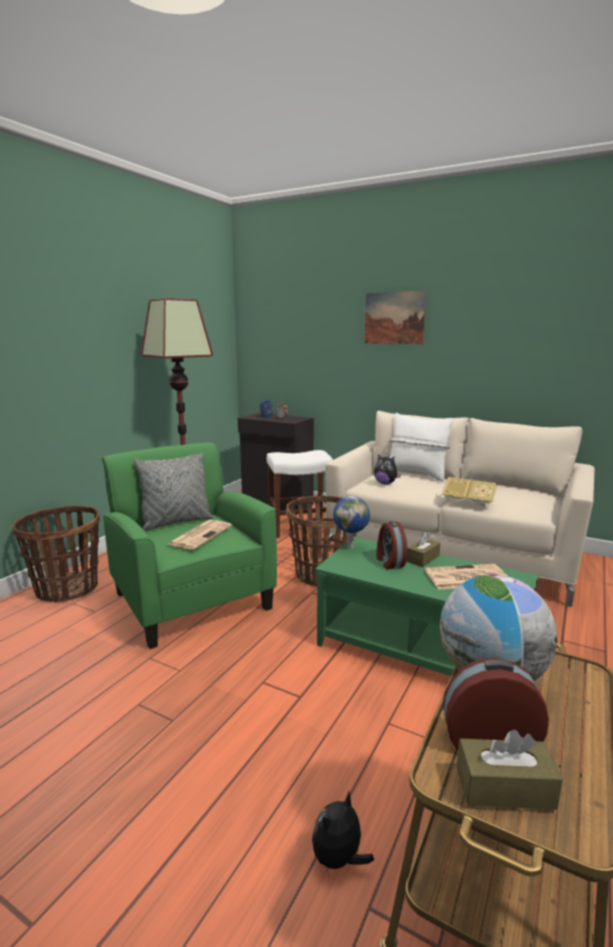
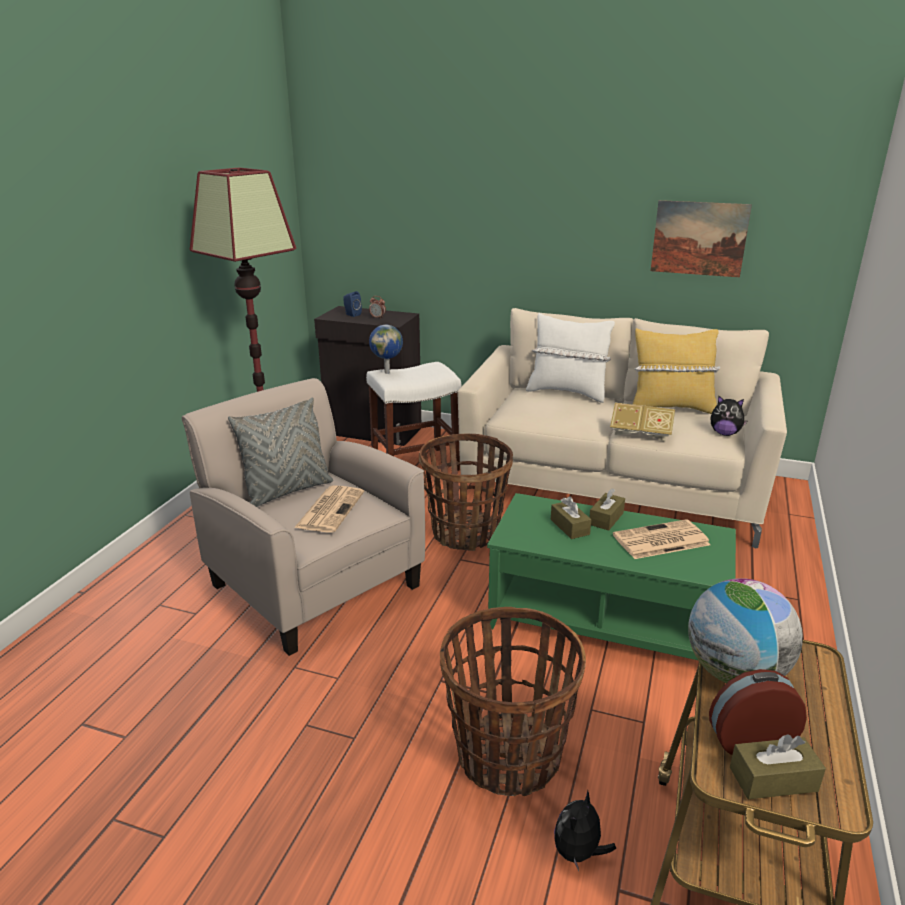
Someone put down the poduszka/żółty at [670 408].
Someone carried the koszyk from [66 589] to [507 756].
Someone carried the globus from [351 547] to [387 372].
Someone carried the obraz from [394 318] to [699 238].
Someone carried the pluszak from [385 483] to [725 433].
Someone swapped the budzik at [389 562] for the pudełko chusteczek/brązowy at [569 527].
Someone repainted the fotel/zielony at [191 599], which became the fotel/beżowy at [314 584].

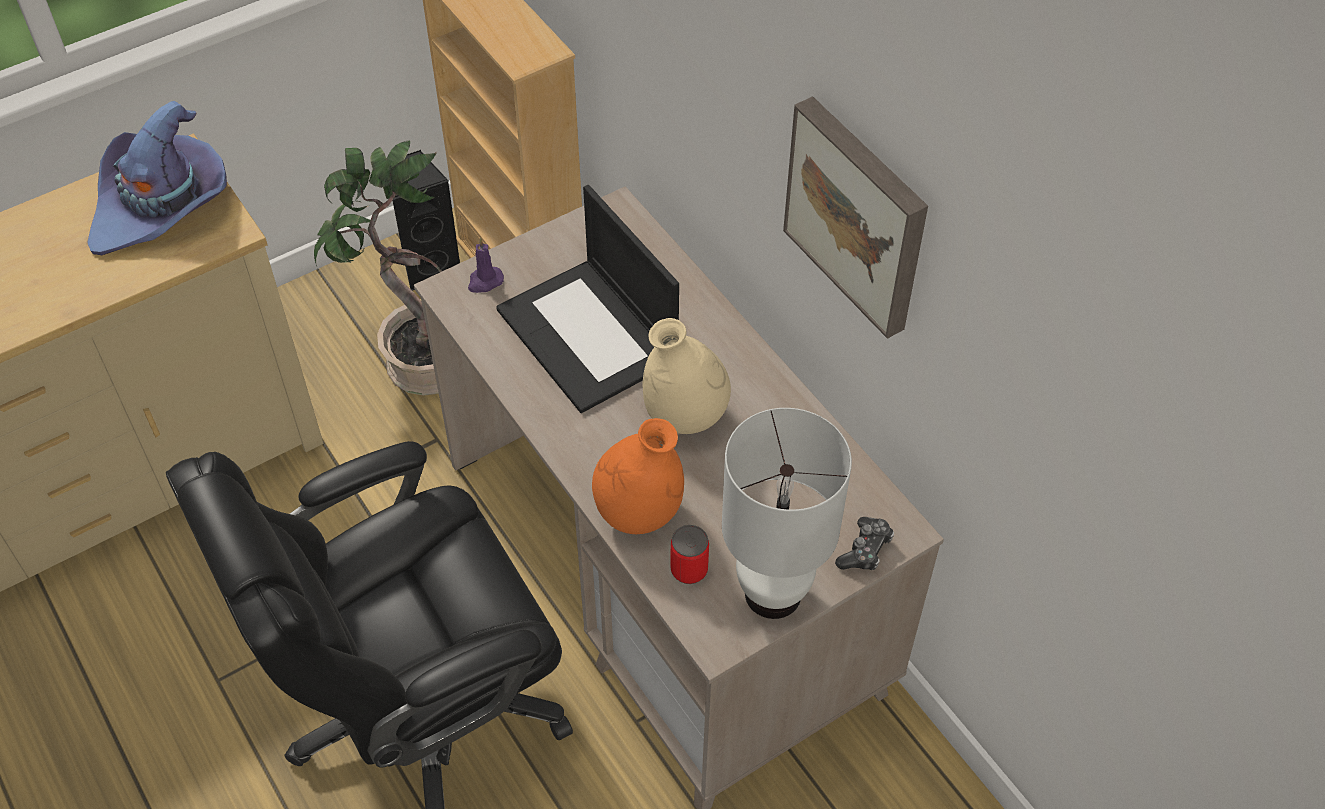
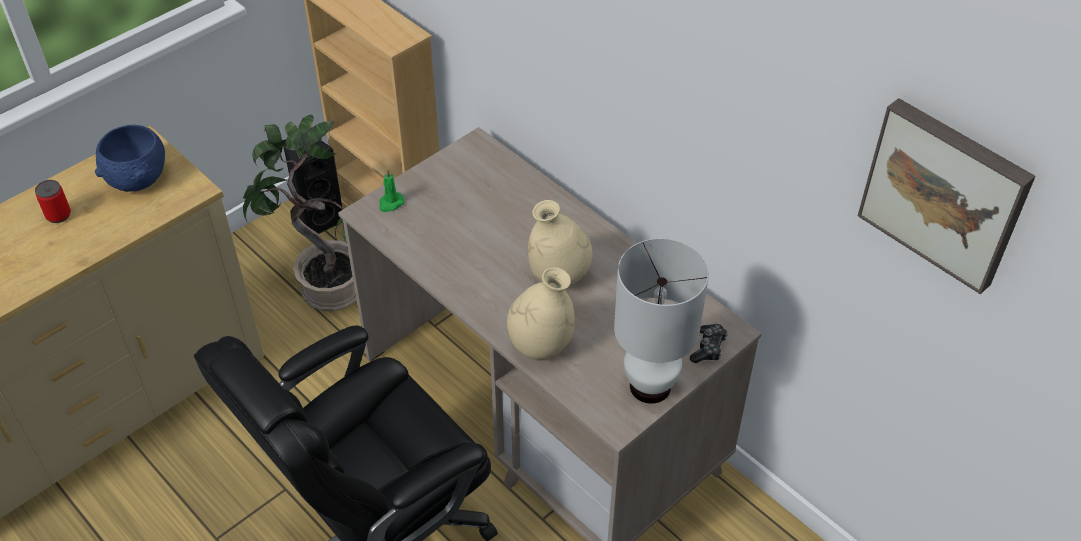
Someone took away the laptop at [589 335].
Someone carried the puszka from [689 570] to [58 215].
Someone carried the obraz from [859 214] to [945 192].
Someone swapped the kapelusz/fioletowy at [162 205] for the miska/niebieski at [138 178].
Someone repainted the świeca/fioletowy at [484 281], which became the świeca/zielony at [390 203].
Someone repainted the wazon/pomarańczowy at [639 513], which became the wazon/beżowy at [541 345].

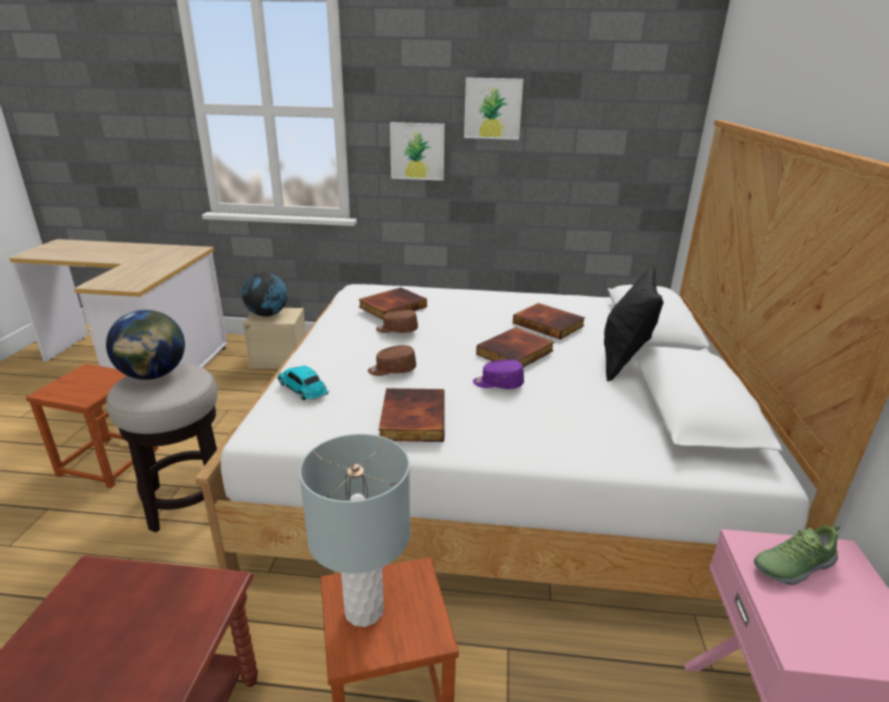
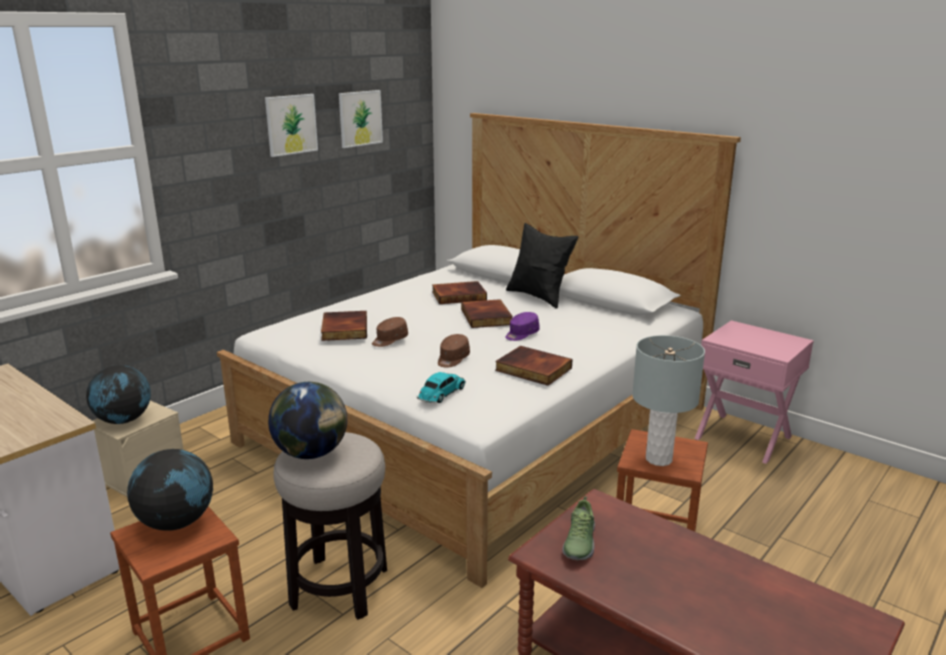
Someone put down the globus at [176 522].
Someone carried the obraz from [417 151] to [360 118].
Someone carried the but from [792 565] to [579 542].
Someone rotated the samochodzik at [303 389] by 135 degrees clockwise.

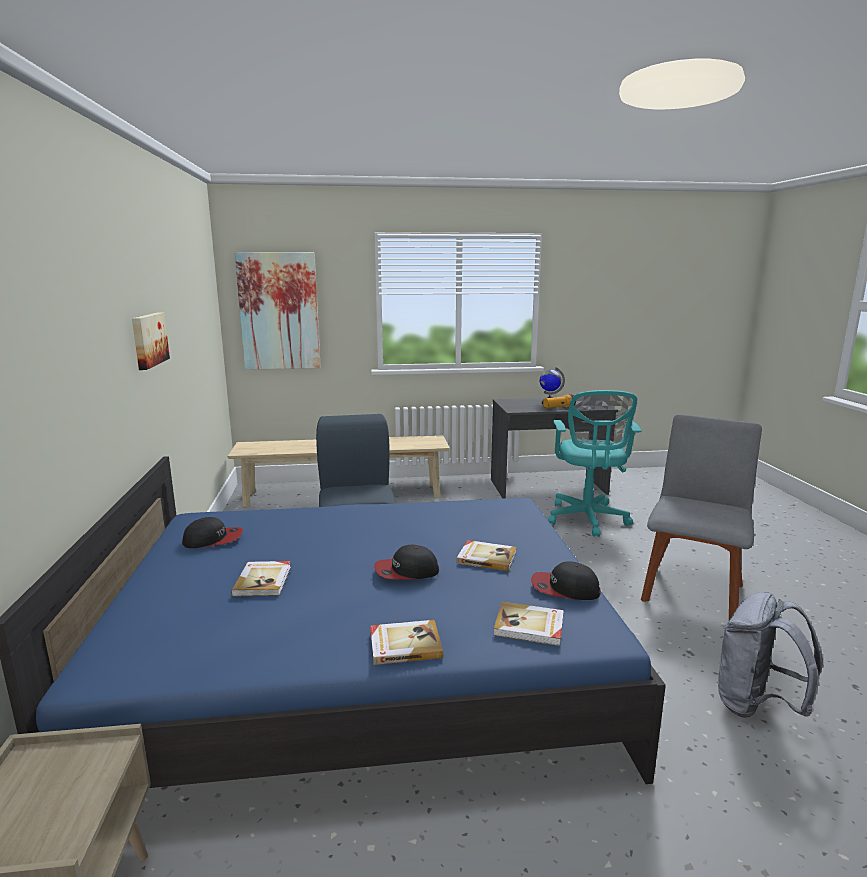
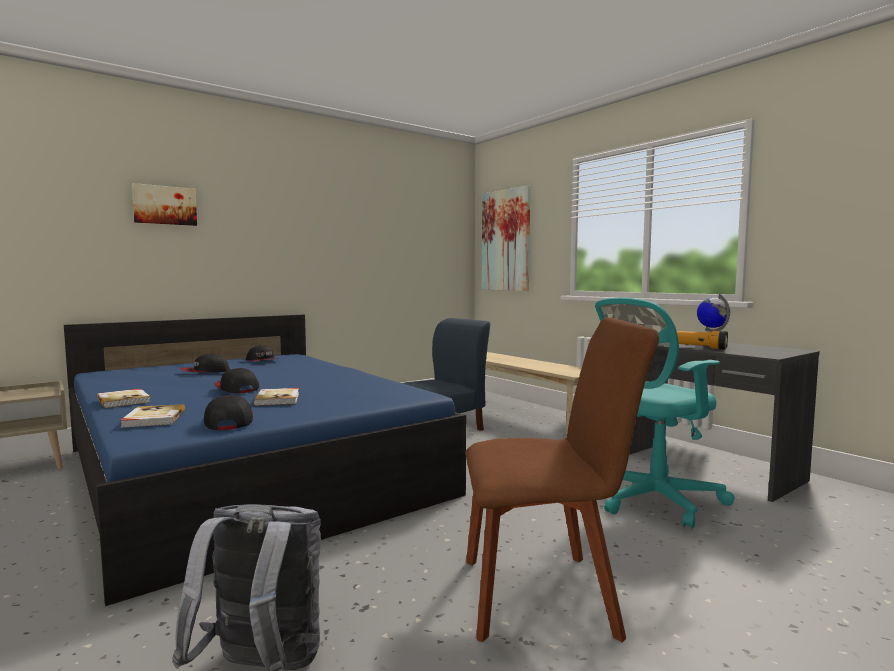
Someone carried the obraz from [148 340] to [165 205].
Someone swapped the książka at [263 580] for the czapka z daszkiem at [205 372].
Someone repainted the krzesło/szary at [692 590], which became the krzesło/brązowy at [546 595].

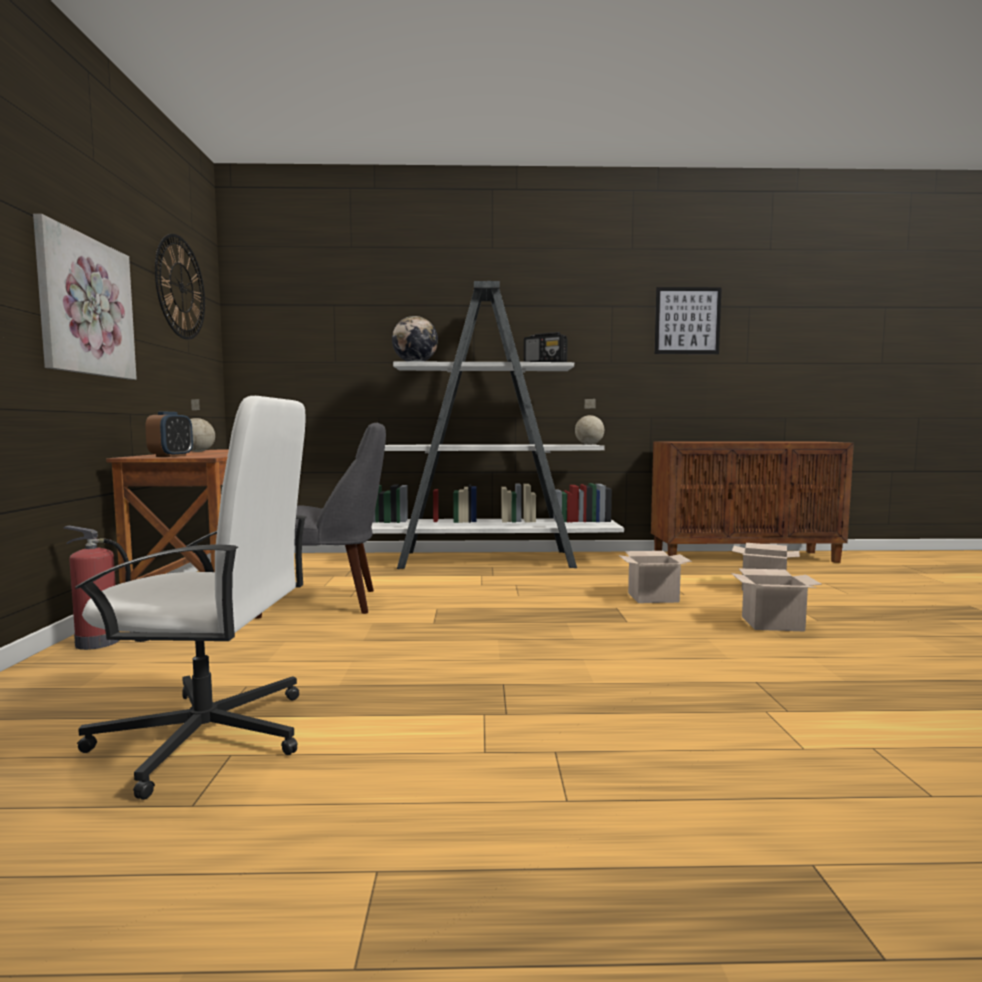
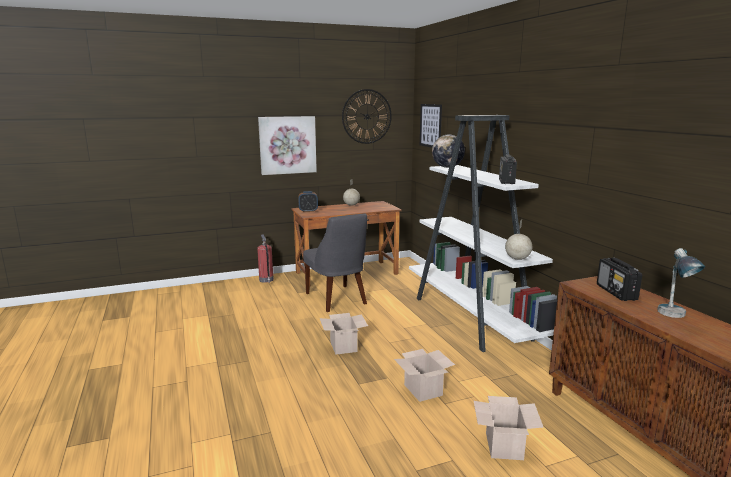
Someone took away the krzesło biurowe/biały at [208 736].
Someone put down the radio at [616 292].
Someone put down the lampa stołowa at [674 317].
Someone carried the obraz from [687 321] to [430 125].
Someone carried the karton from [773 623] to [344 347].

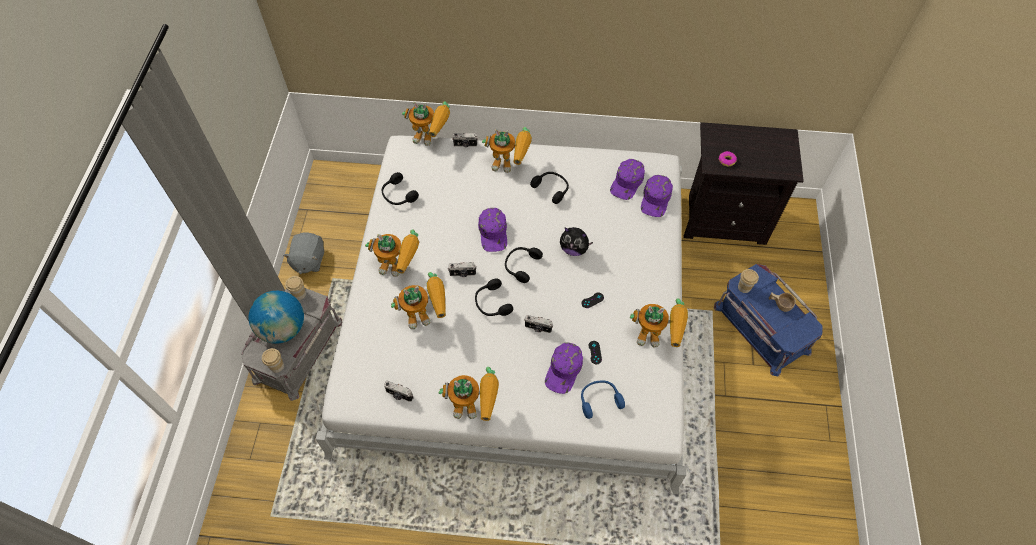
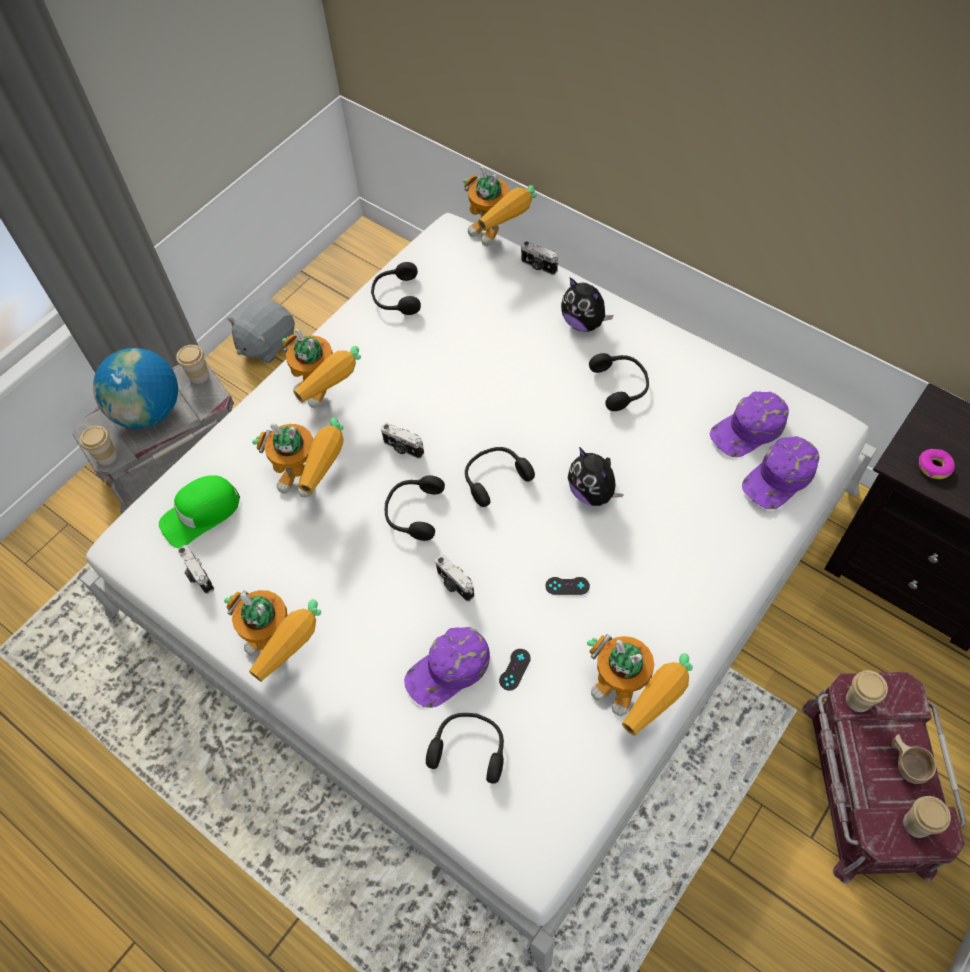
Someone took away the czapka z daszkiem/fioletowy at [493 233].
Someone put down the czapka z daszkiem/zielony at [201 514].
Someone put down the filiżanka at [916 824].
Someone swapped the robot zabawkowy at [510 165] for the pluszak at [584 323].
Someone repainted the słuchawki/niebieski at [599 400], which became the słuchawki/czarny at [469 748].
Someone repainted the pojemnik do przechowywania/niebieski at [760 329], which became the pojemnik do przechowywania/czerwony at [864 785].

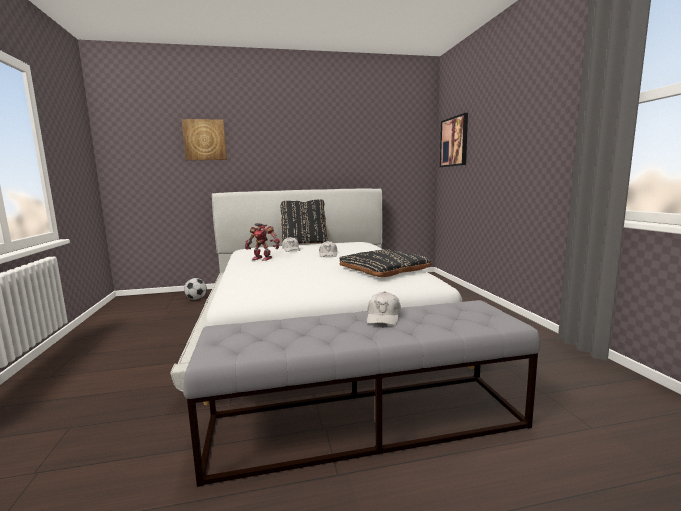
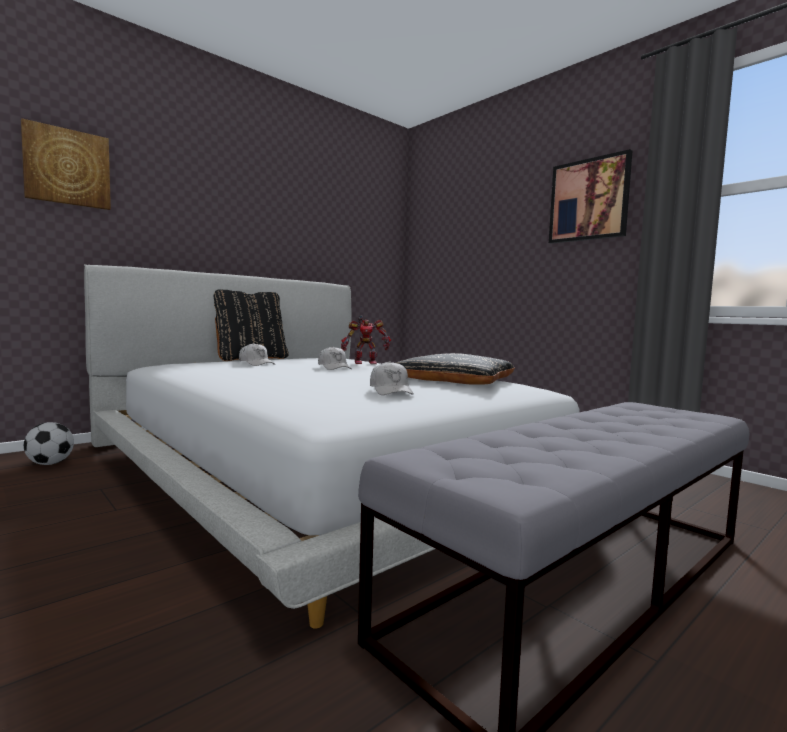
Someone carried the robot zabawkowy from [263 258] to [365 363].
Someone carried the czapka z daszkiem/biały from [383 317] to [391 391].
Someone carried the obraz from [454 142] to [589 200].

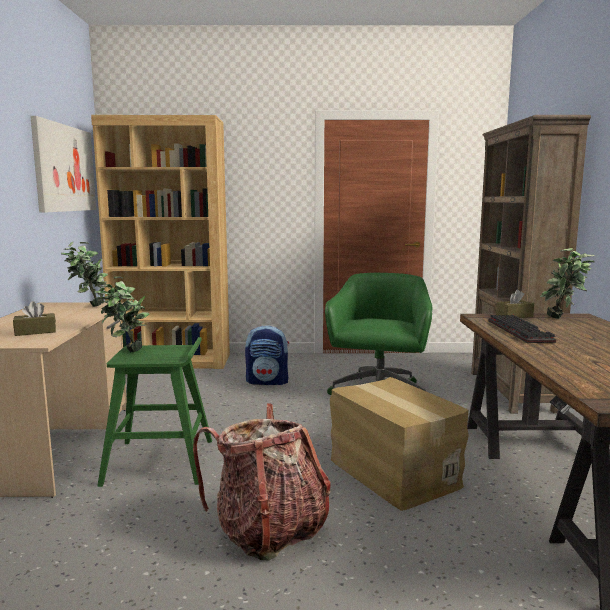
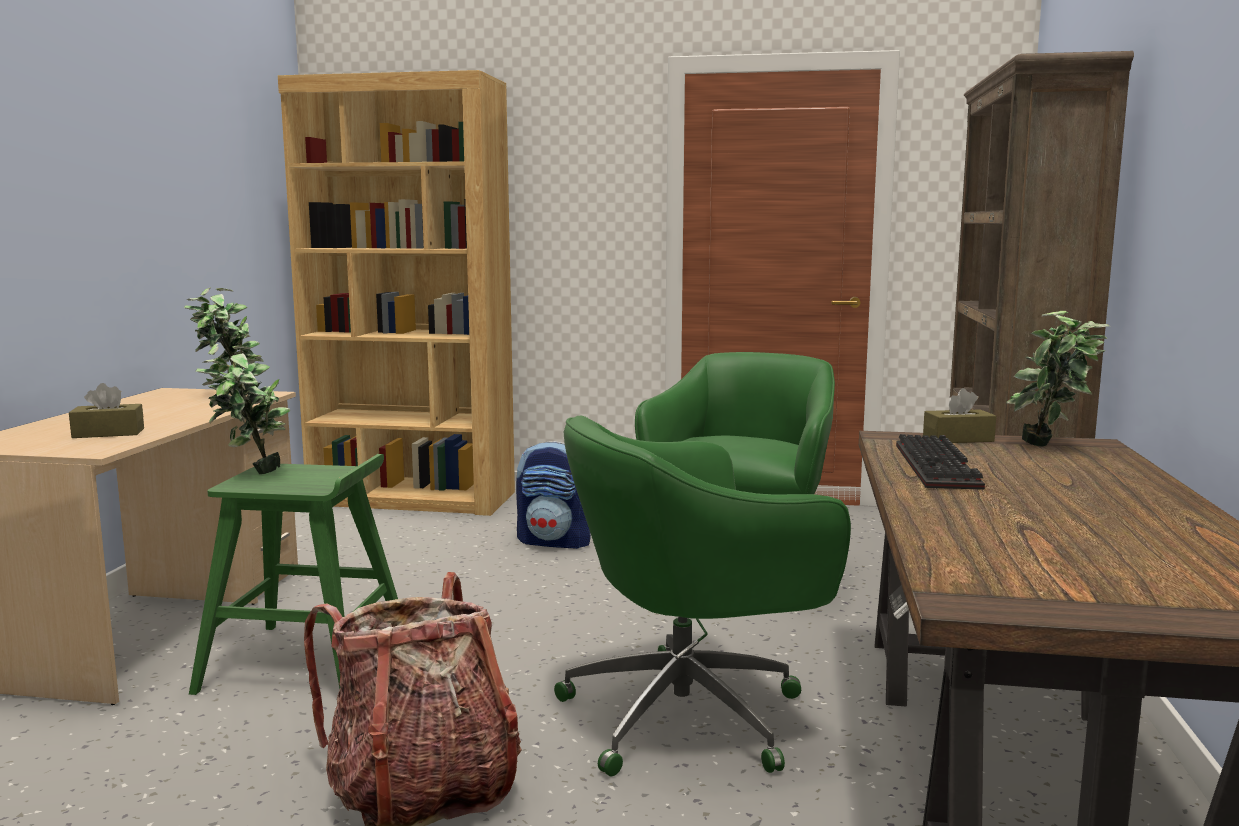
Someone took away the obraz at [64 168].
Someone swapped the karton at [392 473] for the krzesło biurowe/zielony at [690 714].

